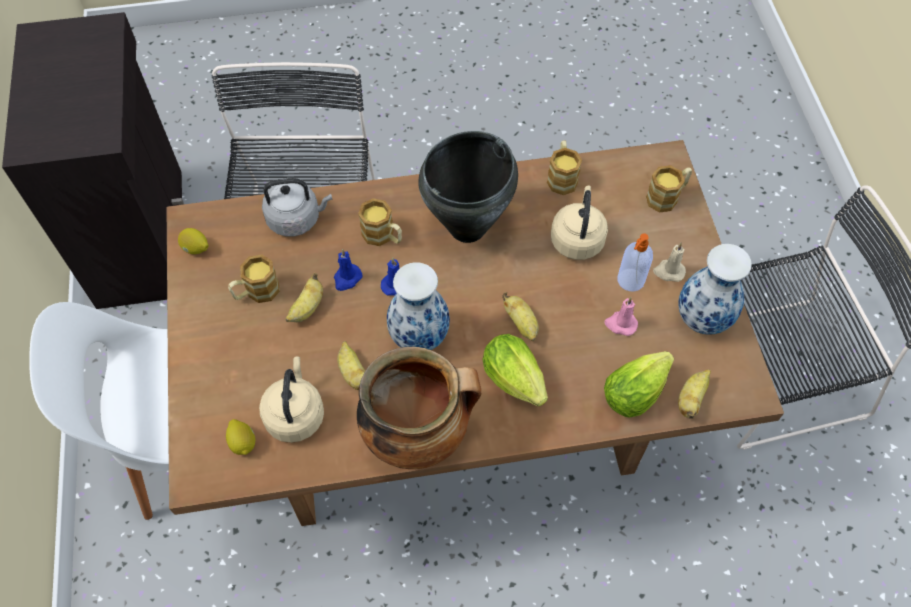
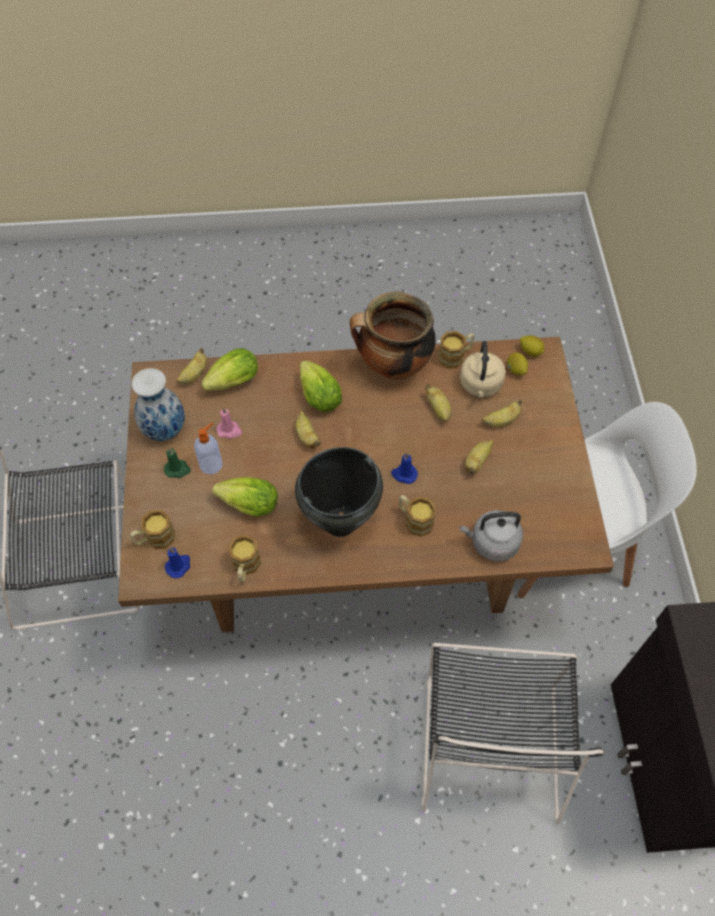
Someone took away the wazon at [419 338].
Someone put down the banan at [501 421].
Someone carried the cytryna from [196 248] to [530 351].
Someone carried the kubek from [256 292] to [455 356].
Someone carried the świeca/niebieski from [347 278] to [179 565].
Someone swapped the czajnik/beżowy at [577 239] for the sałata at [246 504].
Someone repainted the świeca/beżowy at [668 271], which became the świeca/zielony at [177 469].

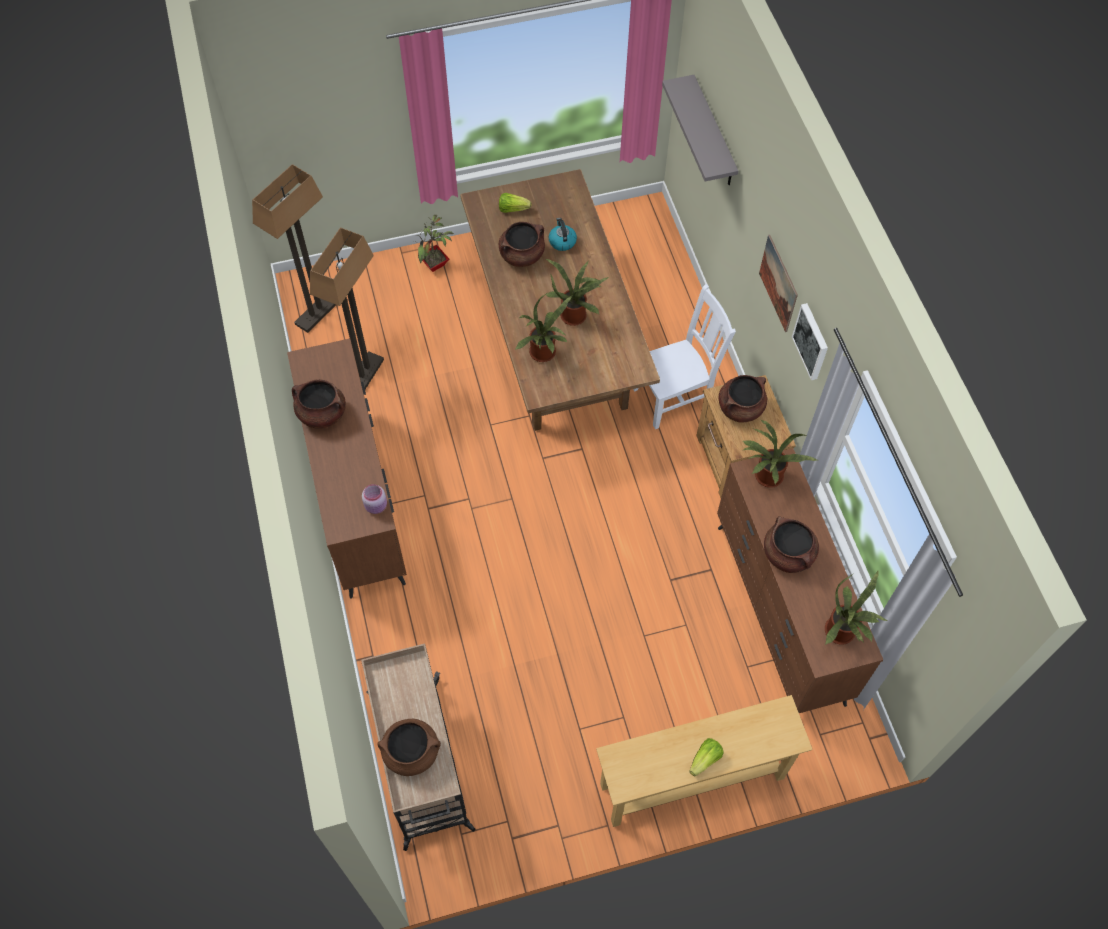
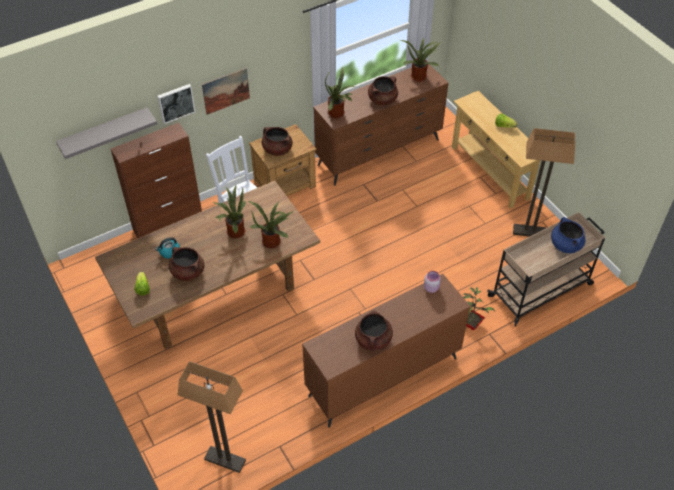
Someone put down the szafka/brązowy at [168 224].
Someone carried the lampa stojąca from [365 373] to [529 232].
Someone carried the roślina doniczkowa from [435 265] to [472 323].
Someone carried the obraz from [812 341] to [176 102].
Someone repainted the garnek/brązowy at [411 752], which became the garnek/niebieski at [565 245].

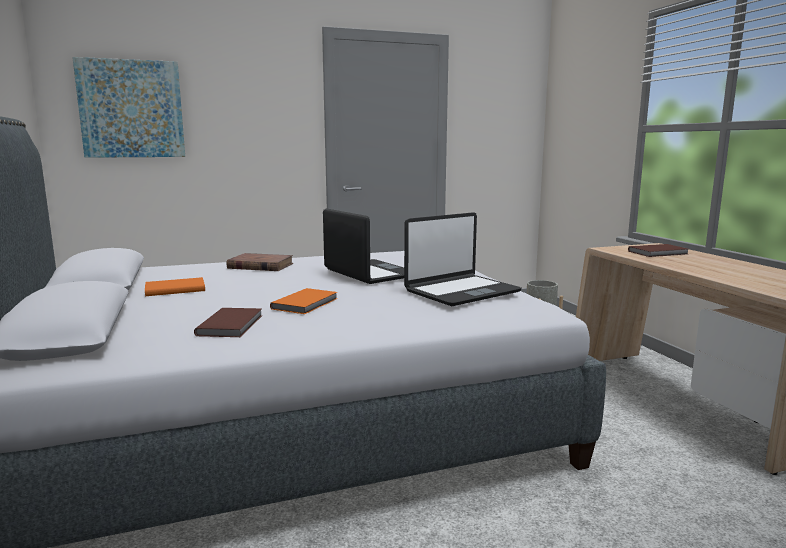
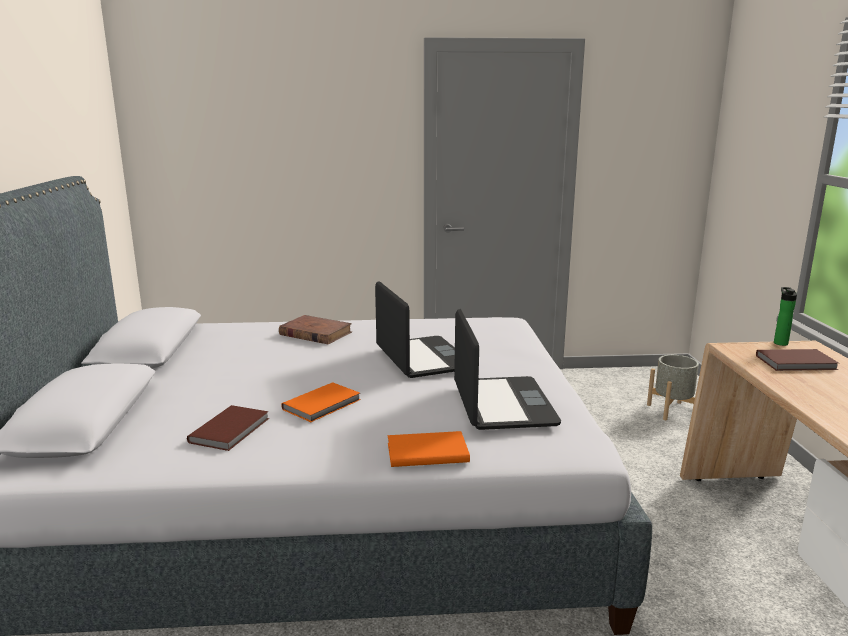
Someone took away the obraz at [132 109].
Someone put down the butelka at [780 342].
Someone carried the książka/pomarańczowy from [174 289] to [426 451].
Someone rotated the laptop at [461 291] by 75 degrees counterclockwise.

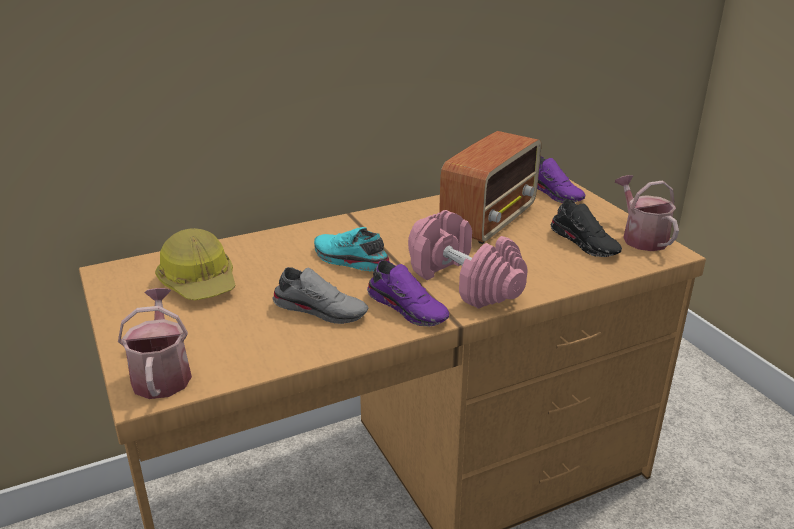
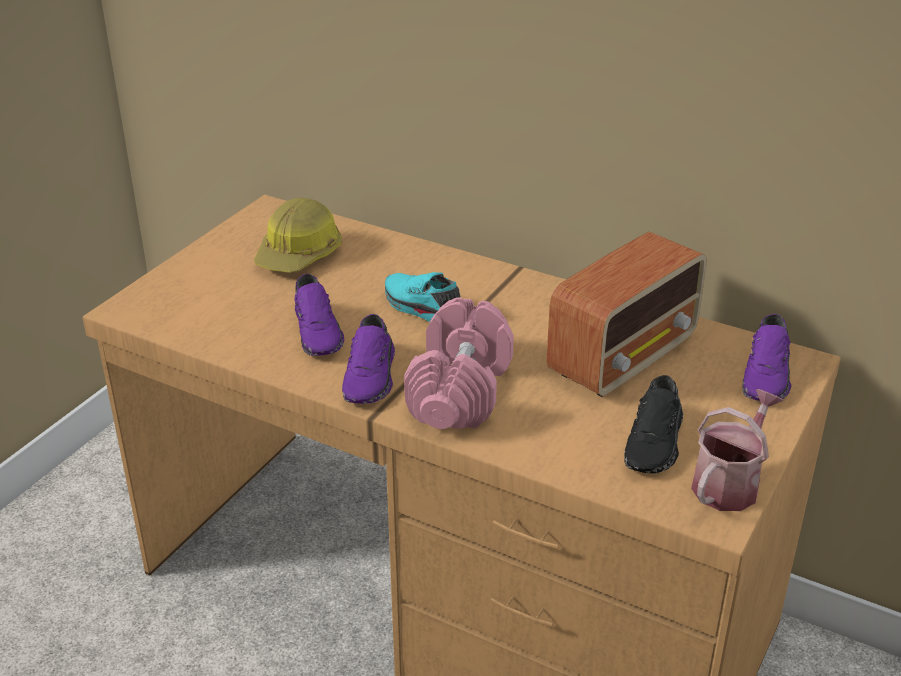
Someone took away the konewka at [162 374].
Someone repainted the but/szary at [321 309], which became the but/fioletowy at [319 332].
Someone rotated the but/turkusowy at [349 261] by 45 degrees counterclockwise.
Someone rotated the radio at [490 220] by 45 degrees counterclockwise.

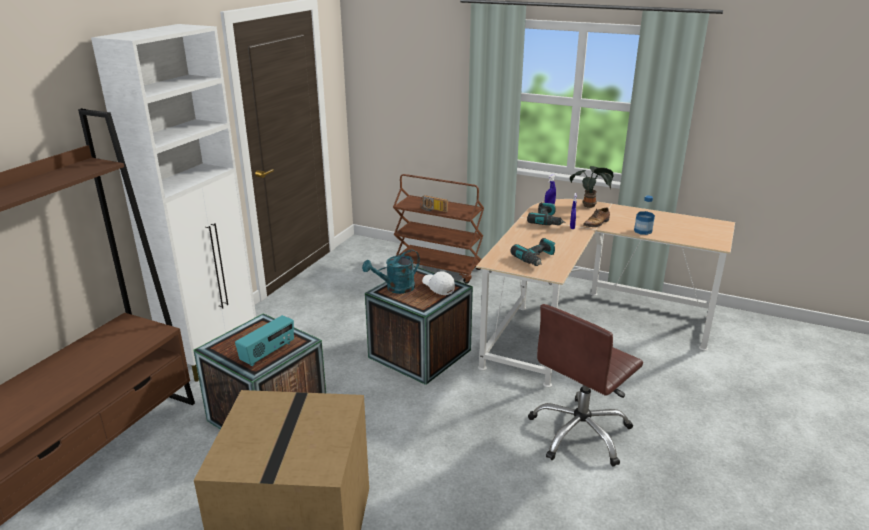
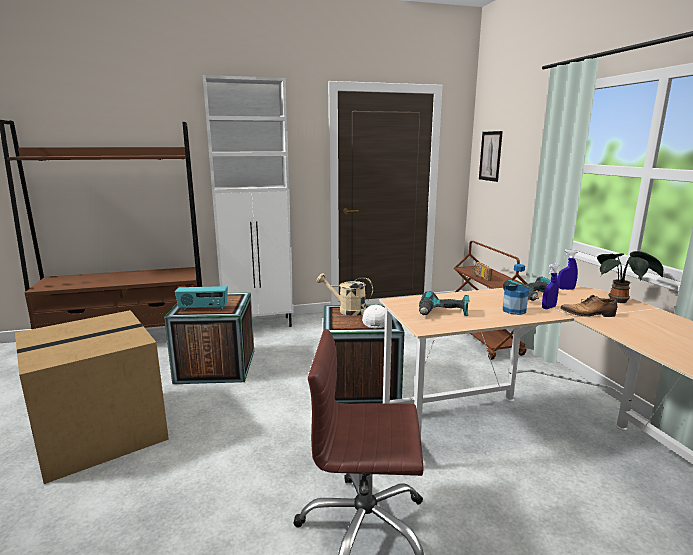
Someone put up the obraz at [490 156].
Someone carried the butelka from [642 231] to [514 310].
Someone repainted the konewka/turkusowy at [395 288], which became the konewka/beżowy at [347 310].

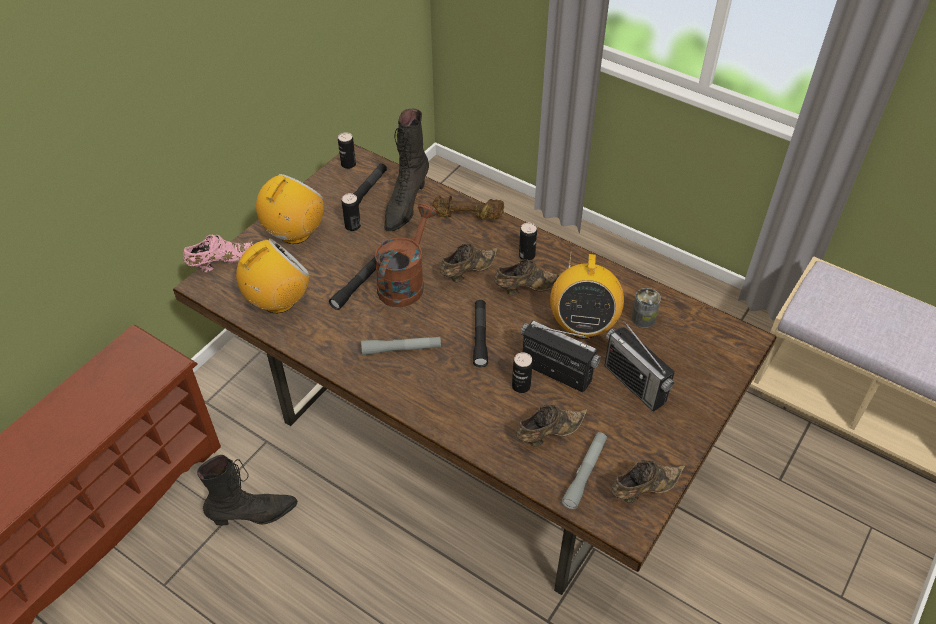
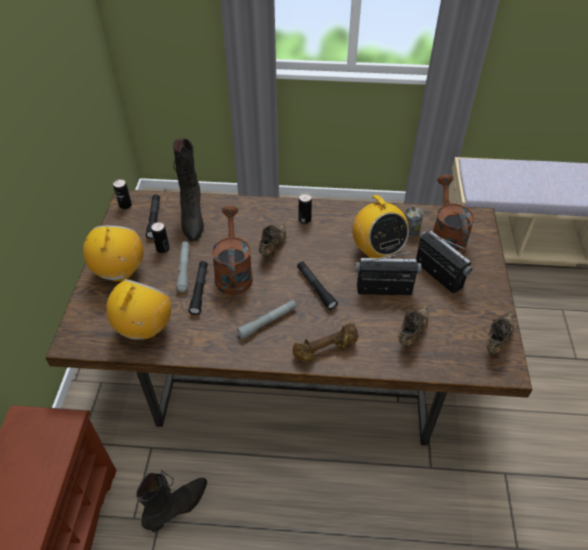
Someone took away the but/różowy at [219 262].
Someone took away the but/brązowy at [525 288].
Someone took away the puszka at [521 386].
Someone put down the konewka/brązowy at [445 238].
Someone carried the hantel/brązowy from [467 216] to [325 349].
Someone carried the latarka/szary from [585 473] to [184 269].
Someone rotated the radio at [634 384] by 150 degrees counterclockwise.

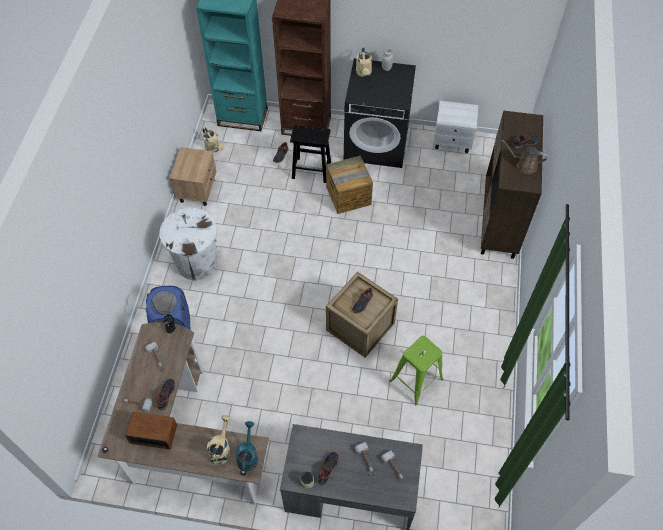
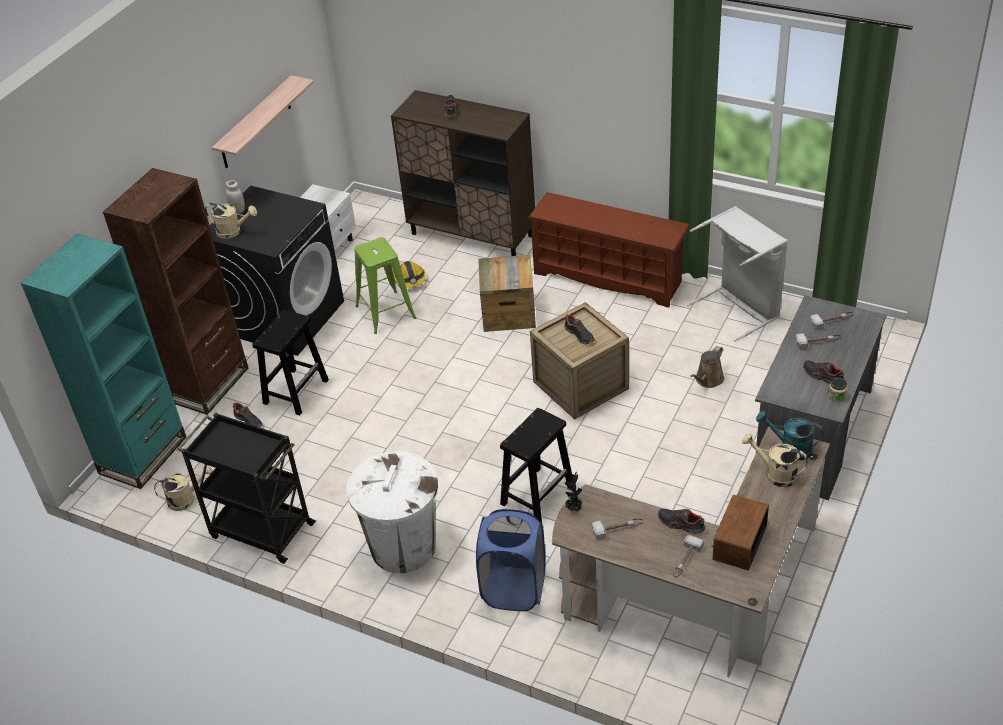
Someone put up the półka at [255 123].
Someone put down the kask at [410 280].
Someone put down the stołek/czarny at [538 495].
Someone put down the regał na buty/brązowy at [609 277].
Someone put down the kosz na pranie/szary at [739 308].
Someone carried the skrzynka from [348 195] to [508 313].
Someone carried the stołek/zielony from [416 380] to [385 312].
Someone carried the konewka/brązowy from [523 165] to [708 380].
Someone swapped the szafka nocna/beżowy at [197 190] for the wózek/czarny at [260 530].

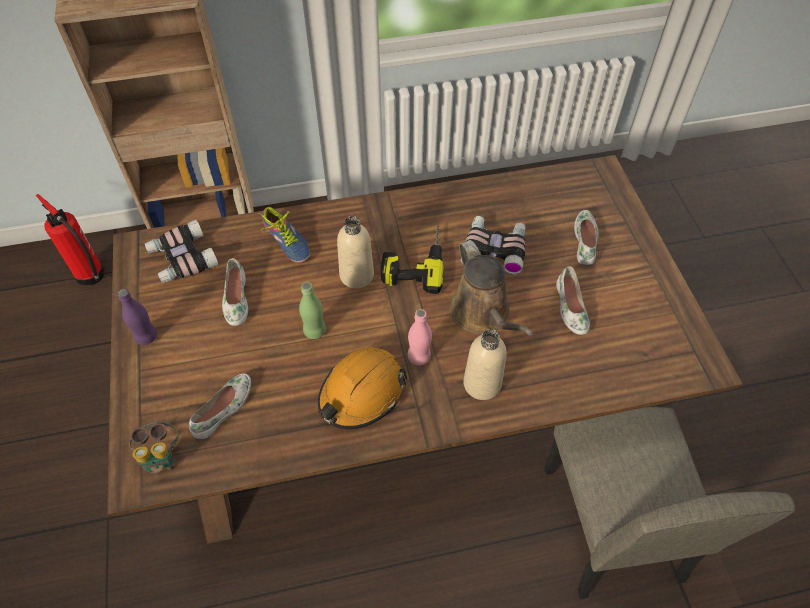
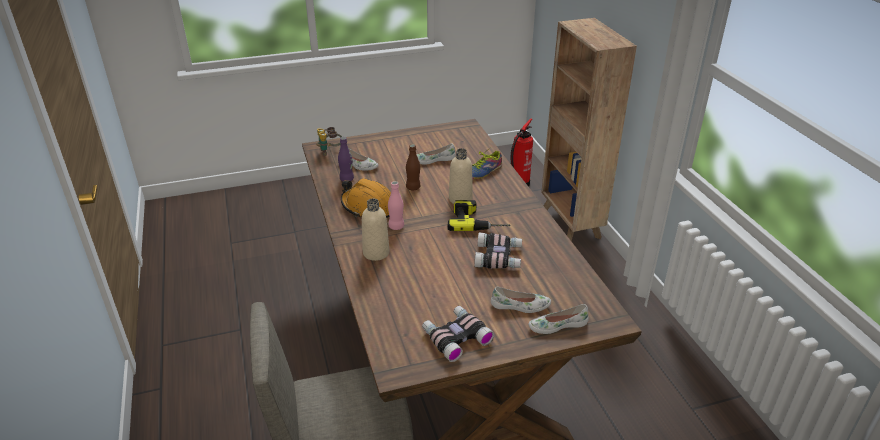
Someone took away the konewka/brązowy at [483 314].
Someone carried the butelka/fioletowy from [146 337] to [347 179].
Someone carried the lornetka from [181 258] to [455 337].
Someone carried the but/biały from [570 308] to [557 325].
Someone repainted the butelka/zielony at [314 331], which became the butelka/brązowy at [413 187].

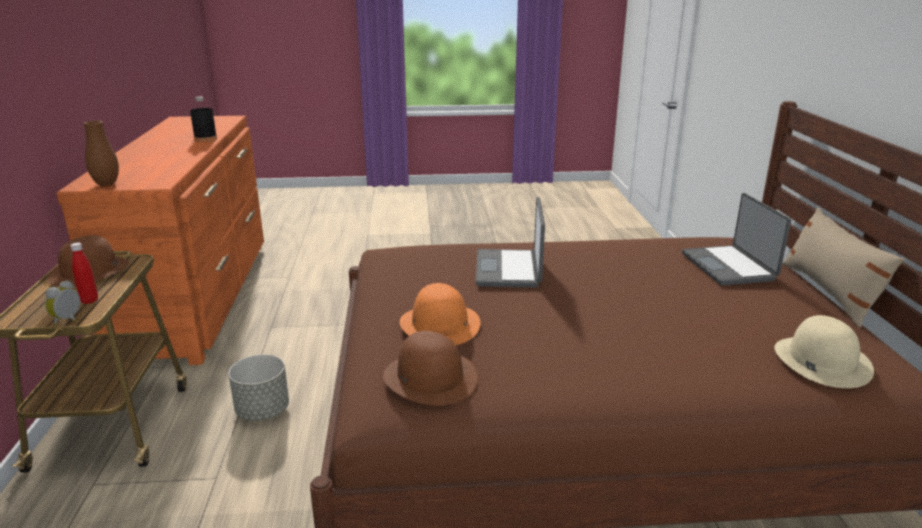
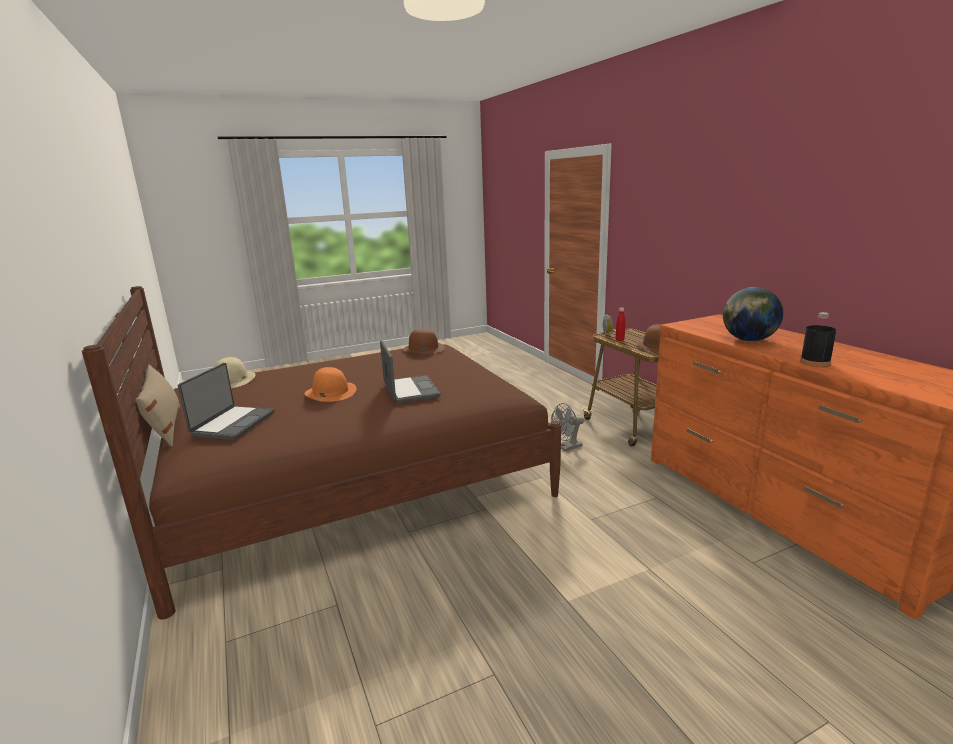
Someone took away the wazon/brązowy at [106 184].
Someone put down the globus at [748 340].
Someone carried the kapelusz/pomarańczowy from [440 324] to [330 392].
Someone swapped the donica/szary at [262 411] for the wentylator/szary at [567 447].
Someone rotated the laptop at [729 266] by 45 degrees clockwise.

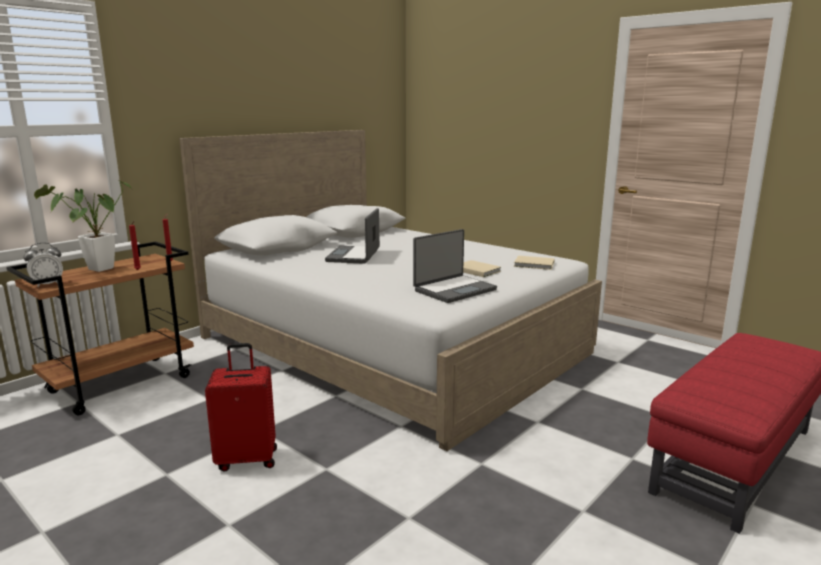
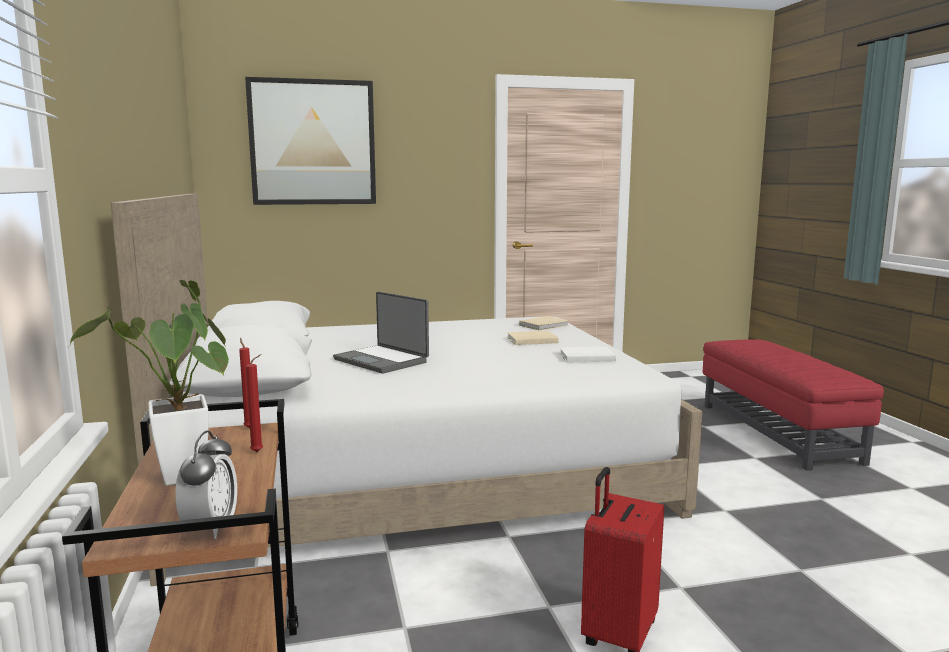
Someone put up the obraz at [313 143].
Someone swapped the laptop at [454 290] for the książka/biały at [585 357].

